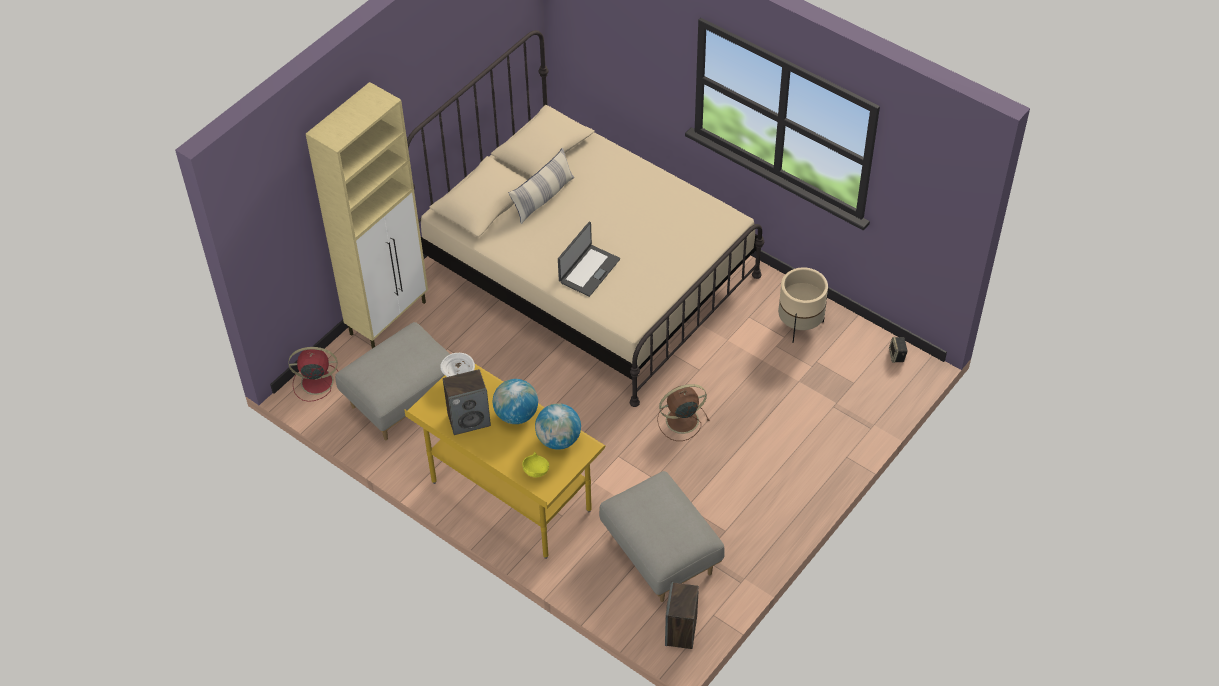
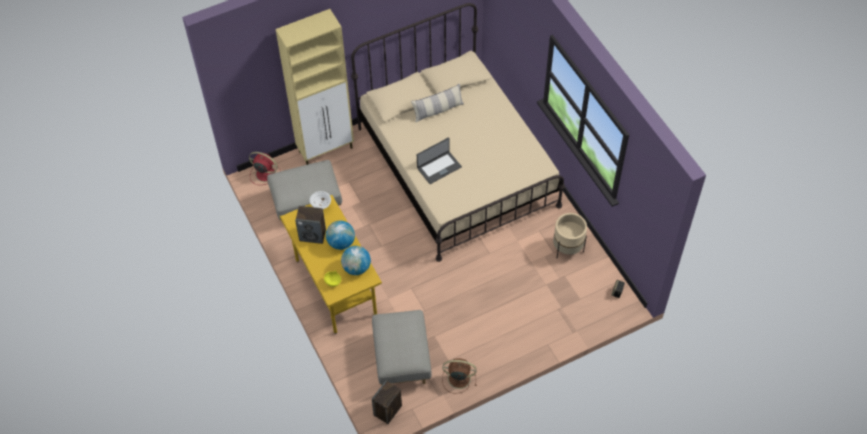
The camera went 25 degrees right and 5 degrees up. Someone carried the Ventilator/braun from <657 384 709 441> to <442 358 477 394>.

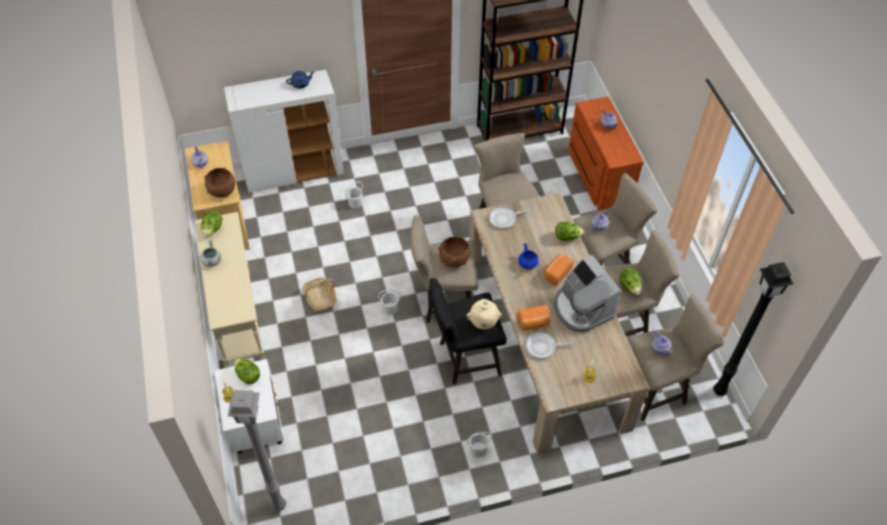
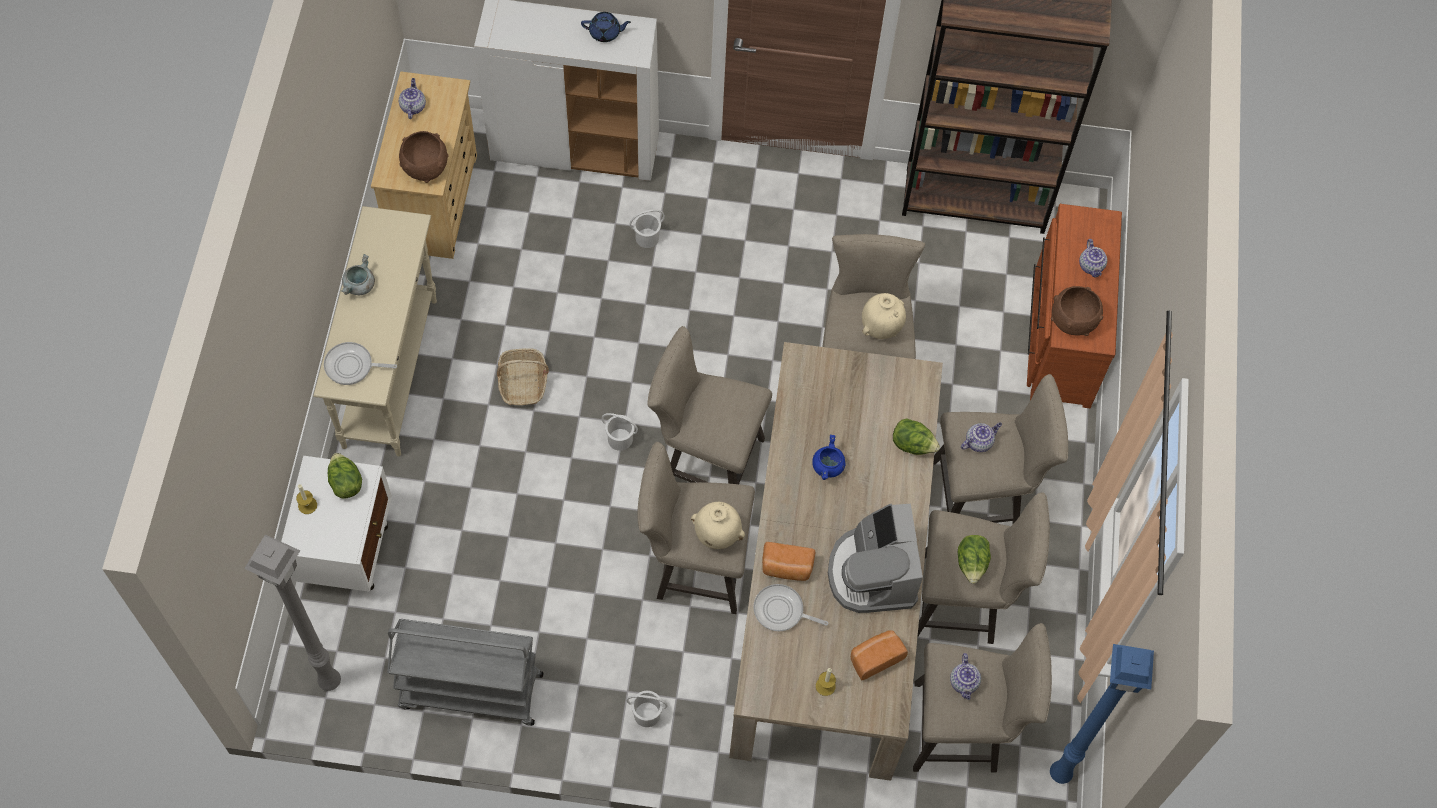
The camera went 20 degrees right and 10 degrees up. Someone took away the Salatkopf at <201 211 223 237>. Someone put down the Rollwagen/grau at <387 619 544 726>. Someone put down the Vase/beige at <862 293 906 339>. Someone carried the Schüssel/braun from <438 236 471 267> to <1051 286 1103 336>. Someone carried the Pfanne from <489 206 530 229> to <324 342 397 385>. Someone carried the Brot from <544 254 574 286> to <851 630 908 681>. Someone repainted the Hocker/schwarz at <429 278 507 384>, which became the Hocker/beige at <637 442 755 614>. Someone repainted the Stehlampe/schwarz at <713 262 794 396>, which became the Stehlampe/blau at <1050 644 1154 784>.

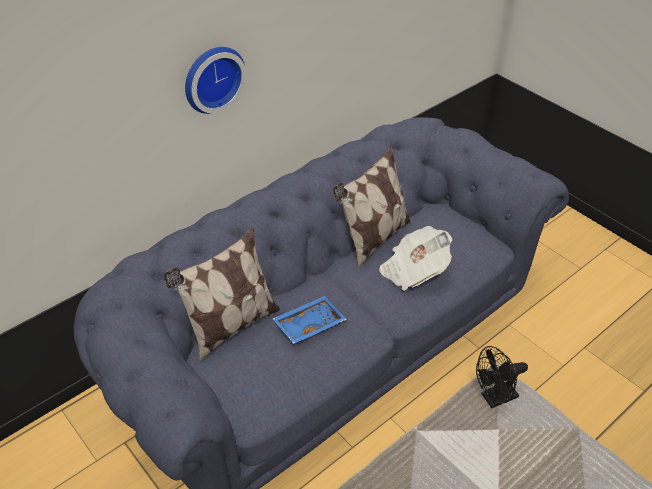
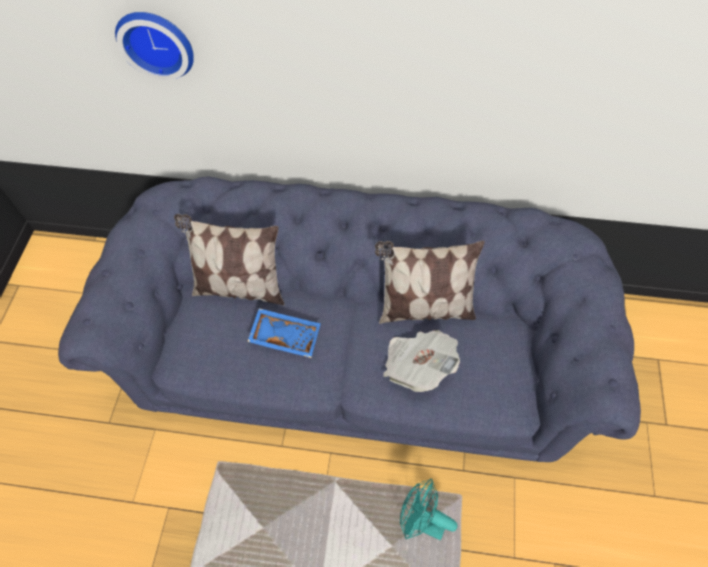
The camera went 50 degrees right and 15 degrees up. Someone carried the Wanduhr from <185 47 246 114> to <115 12 194 80>. Someone repainted the Ventilator/schwarz at <476 346 528 408>, which became the Ventilator/türkis at <400 479 457 540>.

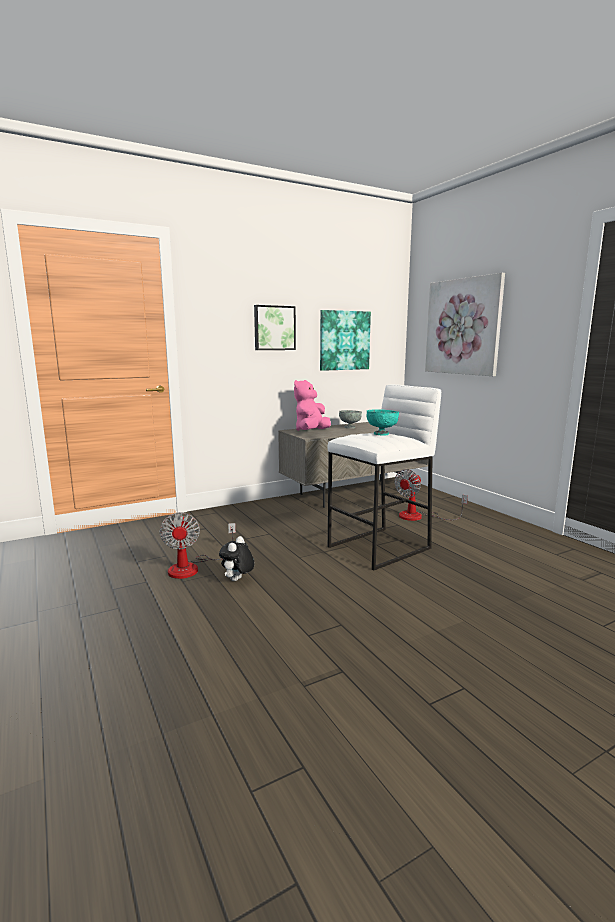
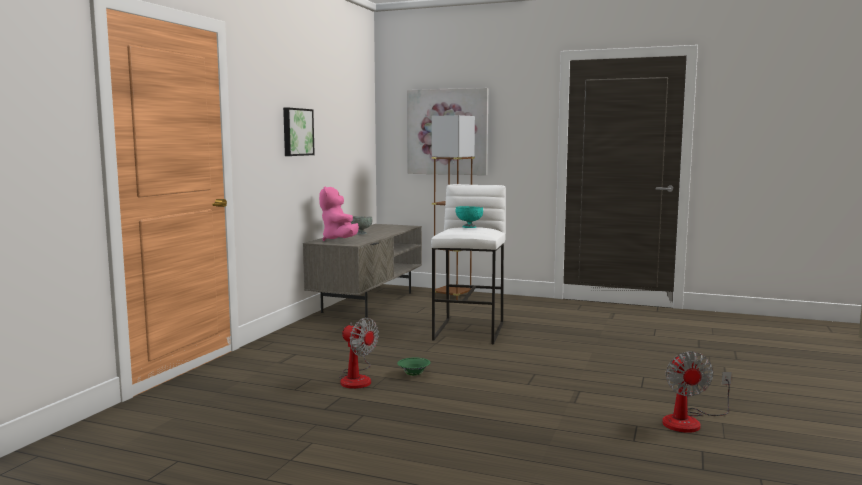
The camera went 40 degrees left and 5 degrees down. Someone took away the Bild at <320 310 371 371>. Someone put down the Stehlampe/braun at <432 115 475 300>. Someone carried the Ventilator from <395 469 468 521> to <662 351 732 433>. Someone swapped the Plüschtier at <219 536 254 581> for the Schüssel/grün at <397 358 431 376>.

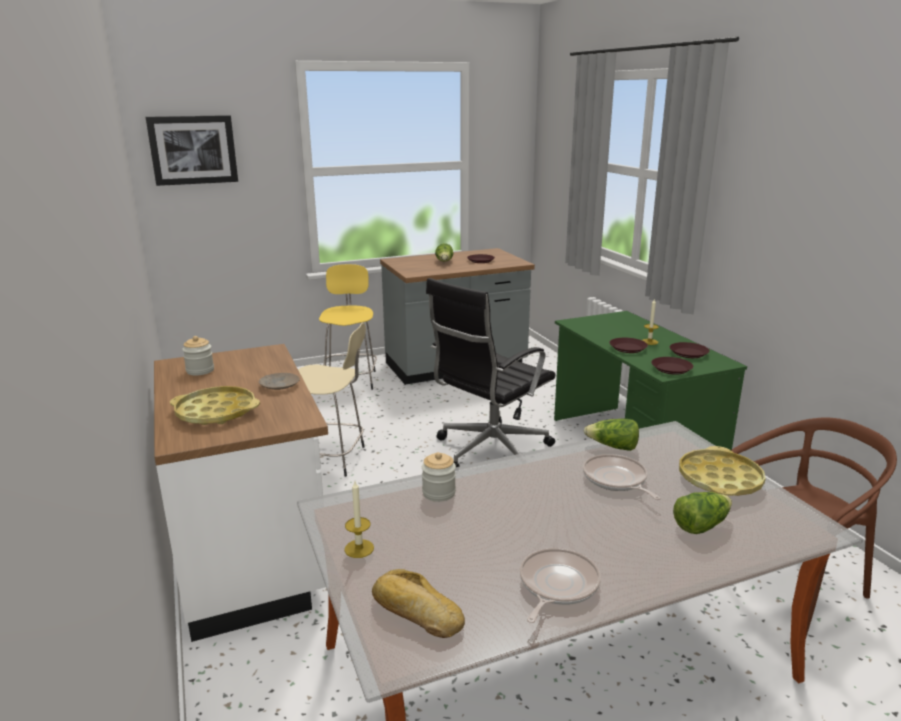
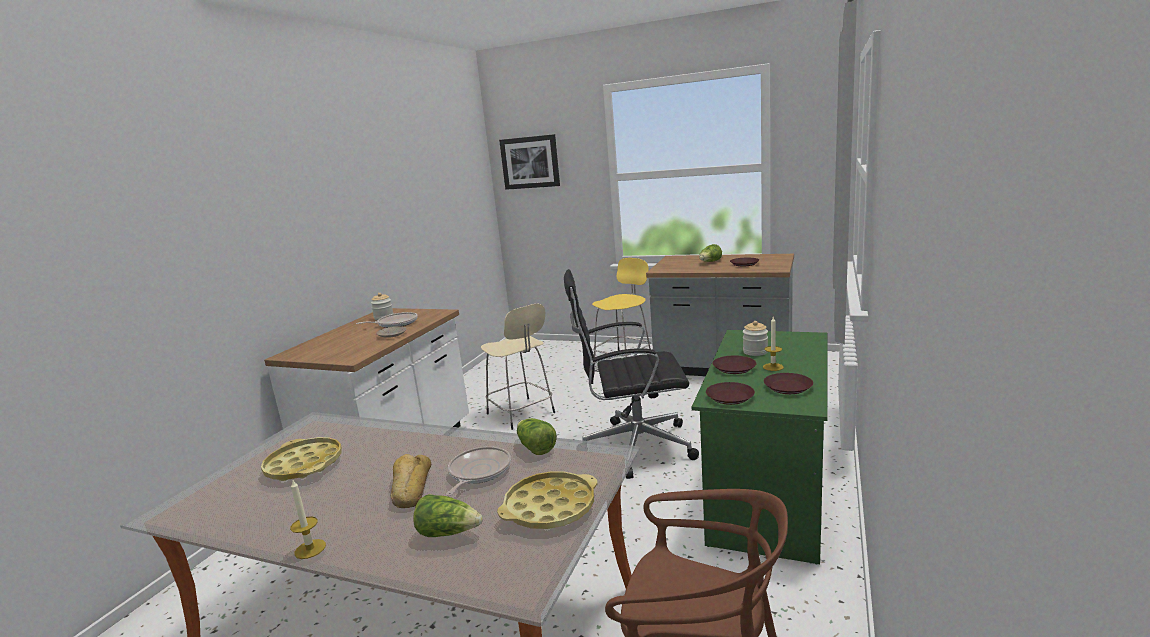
The camera went 45 degrees right and 5 degrees down. Someone carried the Tablett/gelb from <170 386 260 425> to <261 437 342 481>. Someone carried the Kerze from <344 481 374 558> to <290 479 326 559>. Someone carried the Brot from <372 569 465 638> to <391 454 431 508>. Someone carried the Vorratsglas from <422 452 456 502> to <743 321 768 356>. Someone carried the Pfanne from <520 548 601 623> to <356 312 418 328>.

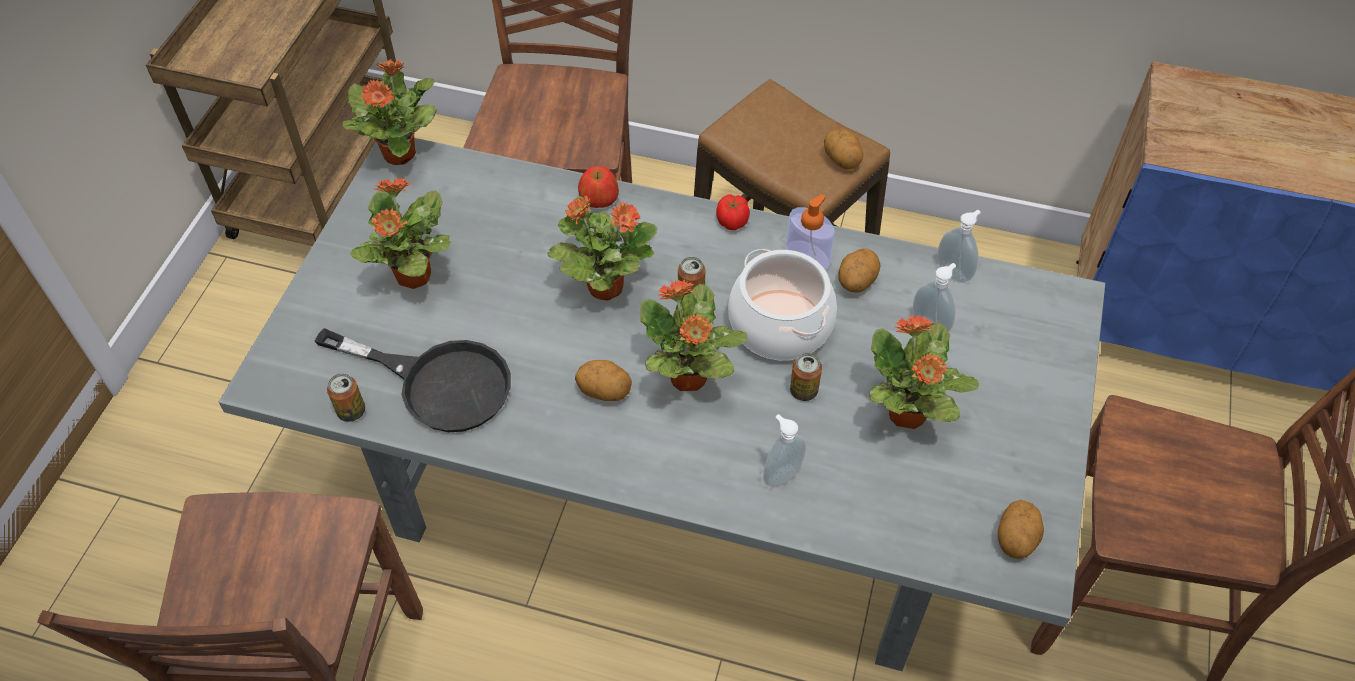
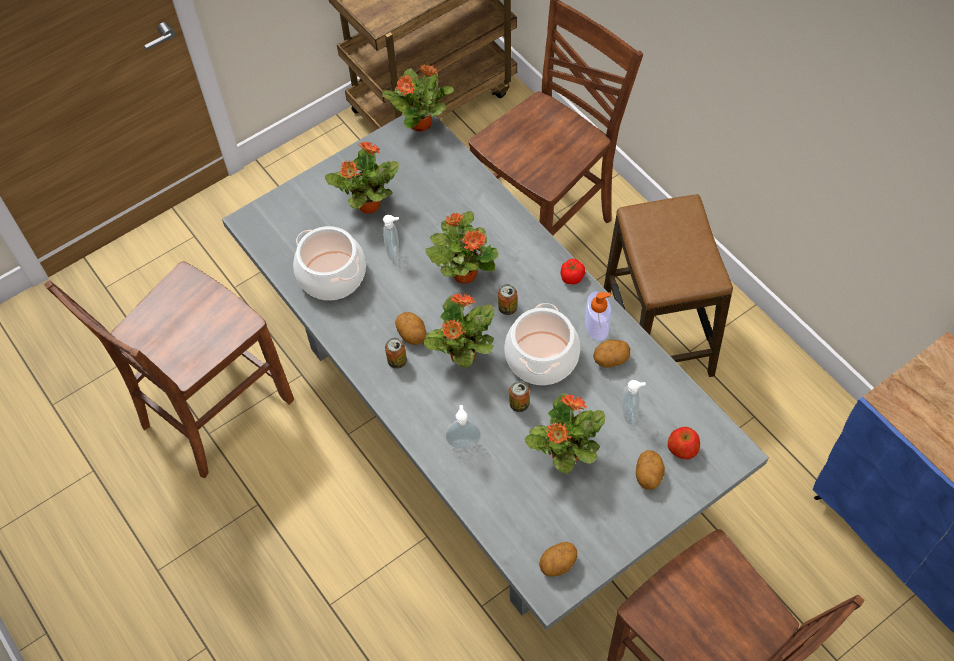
The camera went 40 degrees right and 5 degrees up. Someone carried the Dose from <327 373 365 422> to <385 338 407 369>. Someone carried the Apfel from <578 166 619 208> to <668 427 700 459>. Someone carried the Kartoffel from <824 129 863 170> to <636 450 665 490>. Someone carried the Seifenspender from <938 210 981 283> to <383 215 399 261>. Someone swapped the Pfanne/schwarz at <315 328 511 432> for the Kochtopf at <293 226 366 300>.

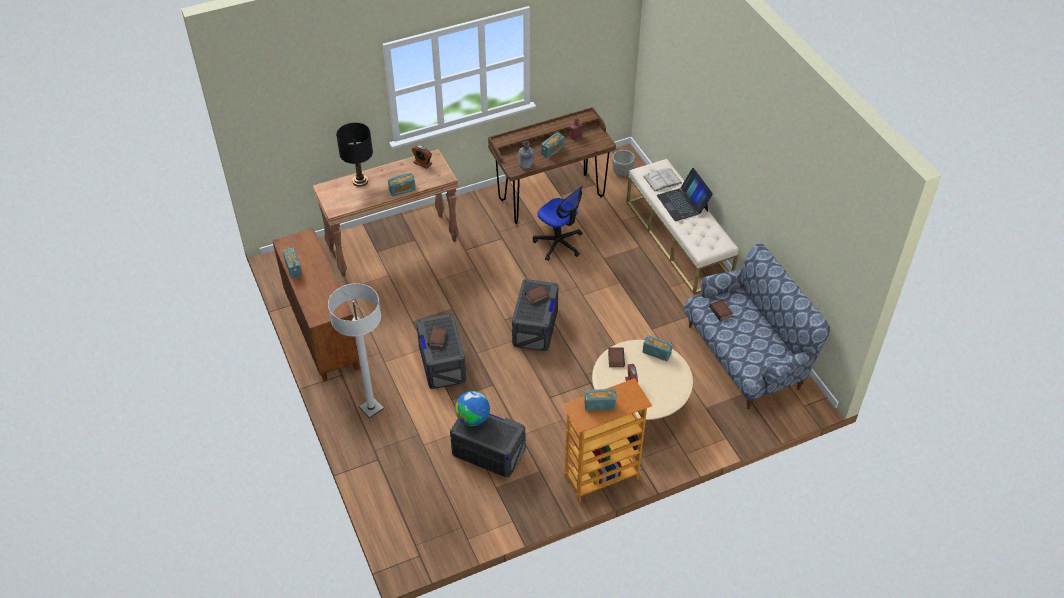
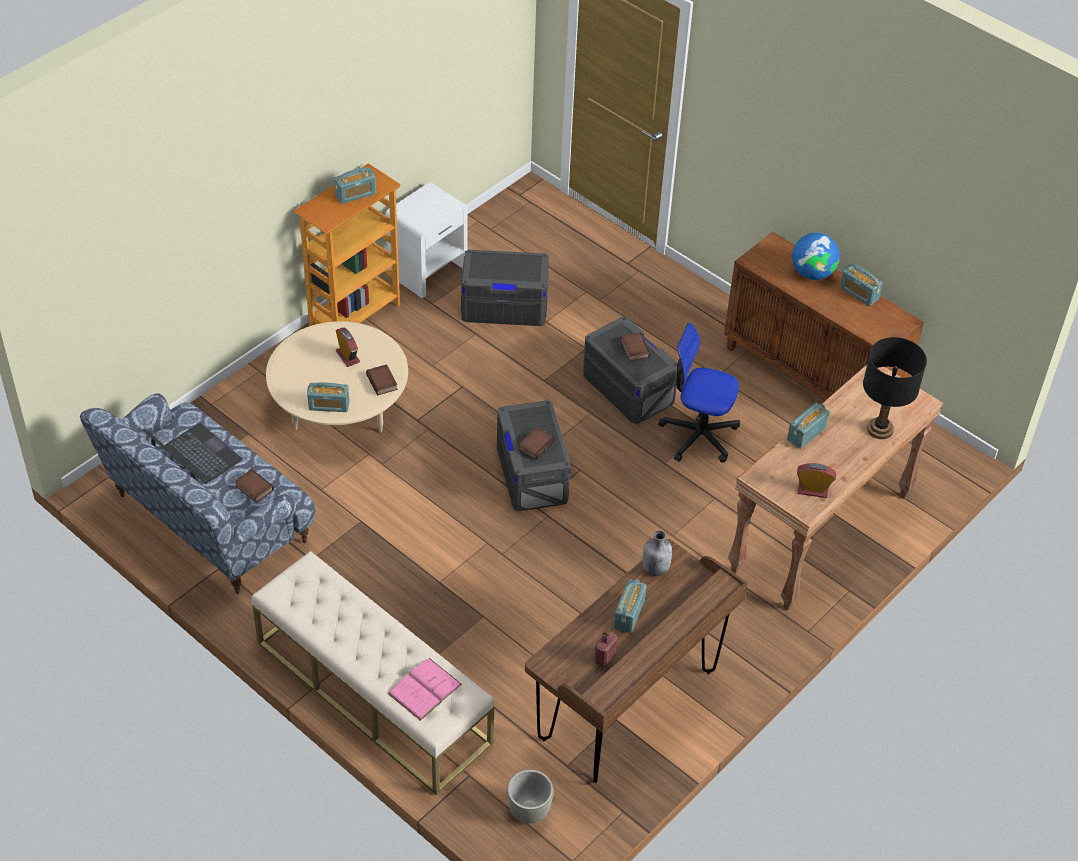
The camera went 155 degrees right and 0 degrees up. Someone took away the Stehlampe/weiß at <328 283 384 418>. Someone put down the Nachttisch/weiß at <385 182 468 298>. Someone carried the Globus from <455 391 490 426> to <792 233 840 280>. Someone carried the Bürostuhl from <533 186 583 261> to <658 323 740 463>. Someone carried the Laptop from <657 168 713 221> to <143 423 243 484>. Someone repainted the Buch/weiß at <643 168 682 191>, which became the Buch/rosa at <388 658 462 721>.

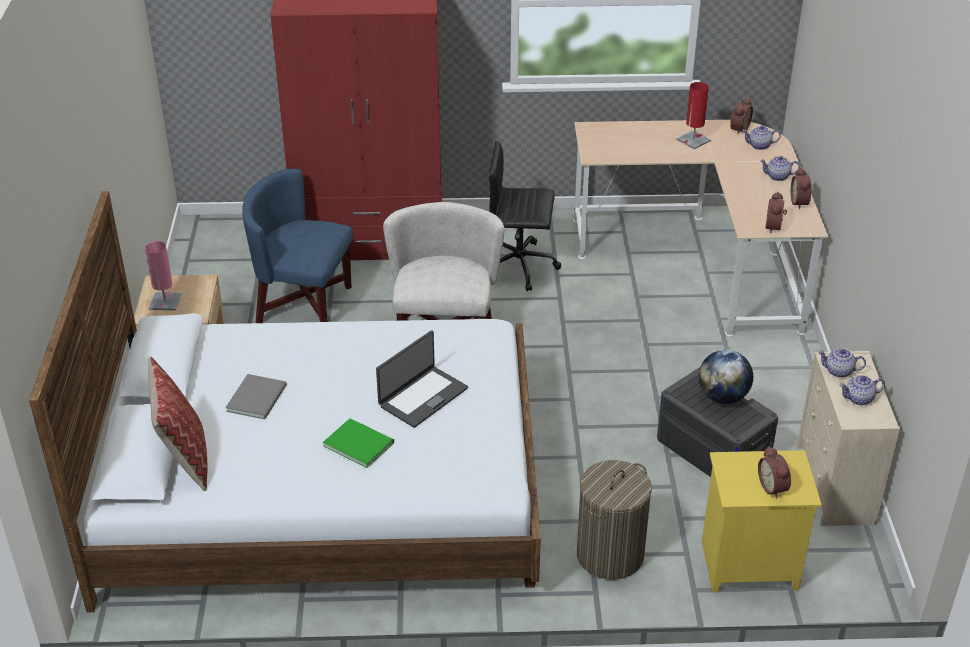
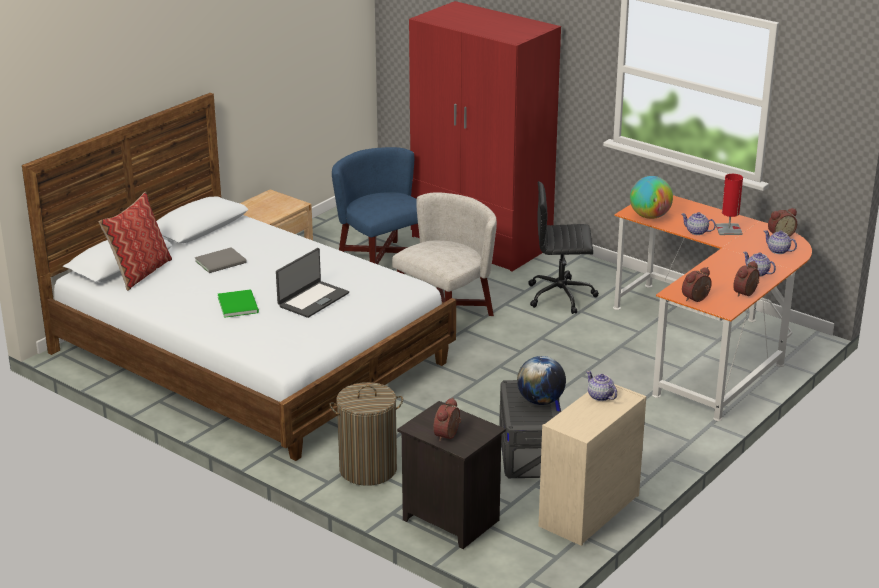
The camera went 40 degrees right and 10 degrees down. Someone took away the Tischlampe/rosa at <145 241 181 310>. Someone put down the Globus at <630 176 673 219>. Someone carried the Teekanne from <839 375 885 405> to <681 212 716 235>. Someone repainted the Schreibtisch/beige at <573 120 828 337>, which became the Schreibtisch/orange at <613 195 812 421>. Someone repainted the Nachttisch/gelb at <702 450 822 592>, which became the Nachttisch/schwarz at <397 401 506 549>. Someone rotated the Laptop at <376 330 468 428> by 45 degrees counterclockwise. Someone rotated the Bürostuhl/schwarz at <488 141 561 291> by 45 degrees counterclockwise.

